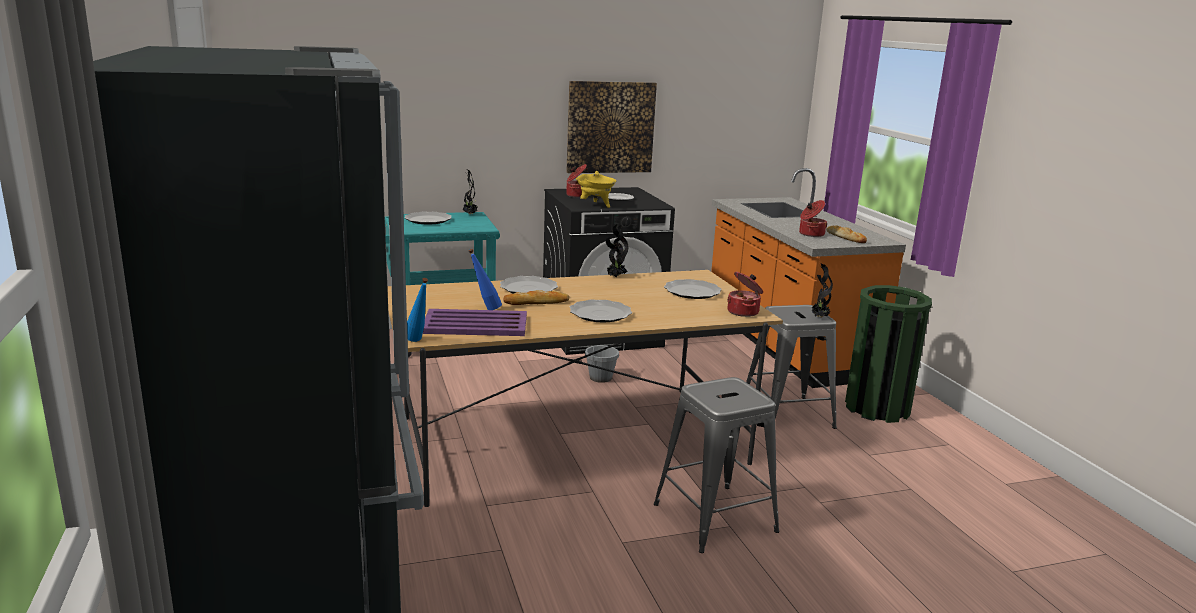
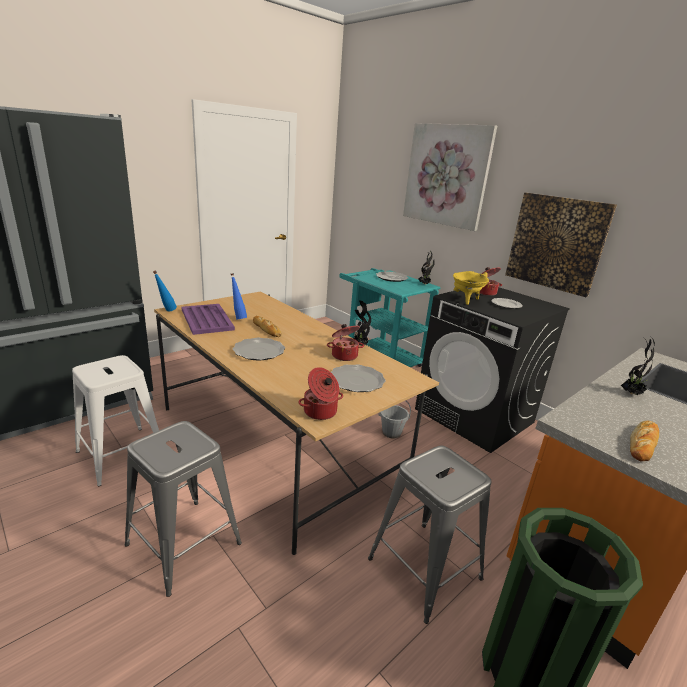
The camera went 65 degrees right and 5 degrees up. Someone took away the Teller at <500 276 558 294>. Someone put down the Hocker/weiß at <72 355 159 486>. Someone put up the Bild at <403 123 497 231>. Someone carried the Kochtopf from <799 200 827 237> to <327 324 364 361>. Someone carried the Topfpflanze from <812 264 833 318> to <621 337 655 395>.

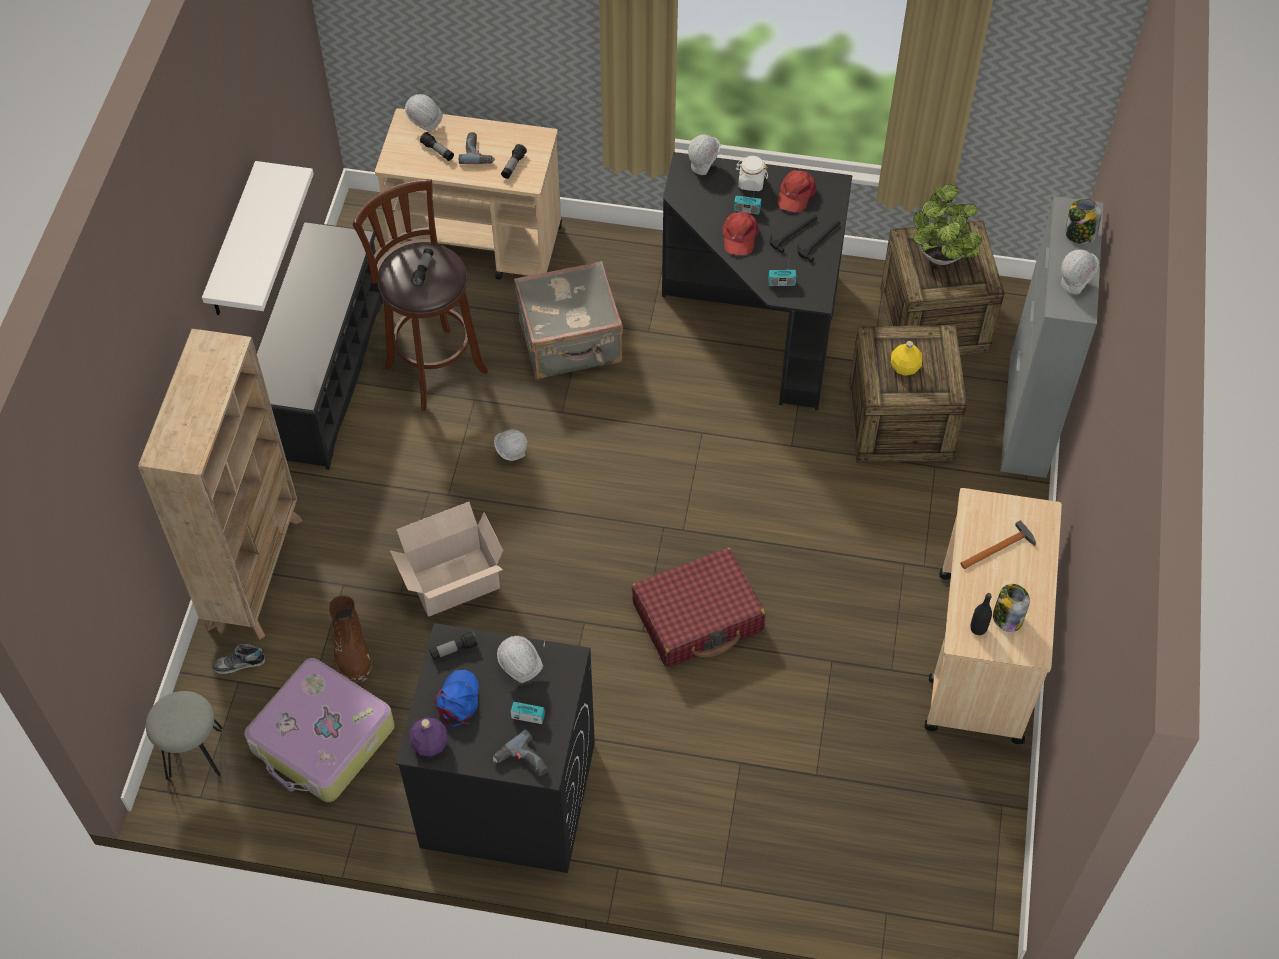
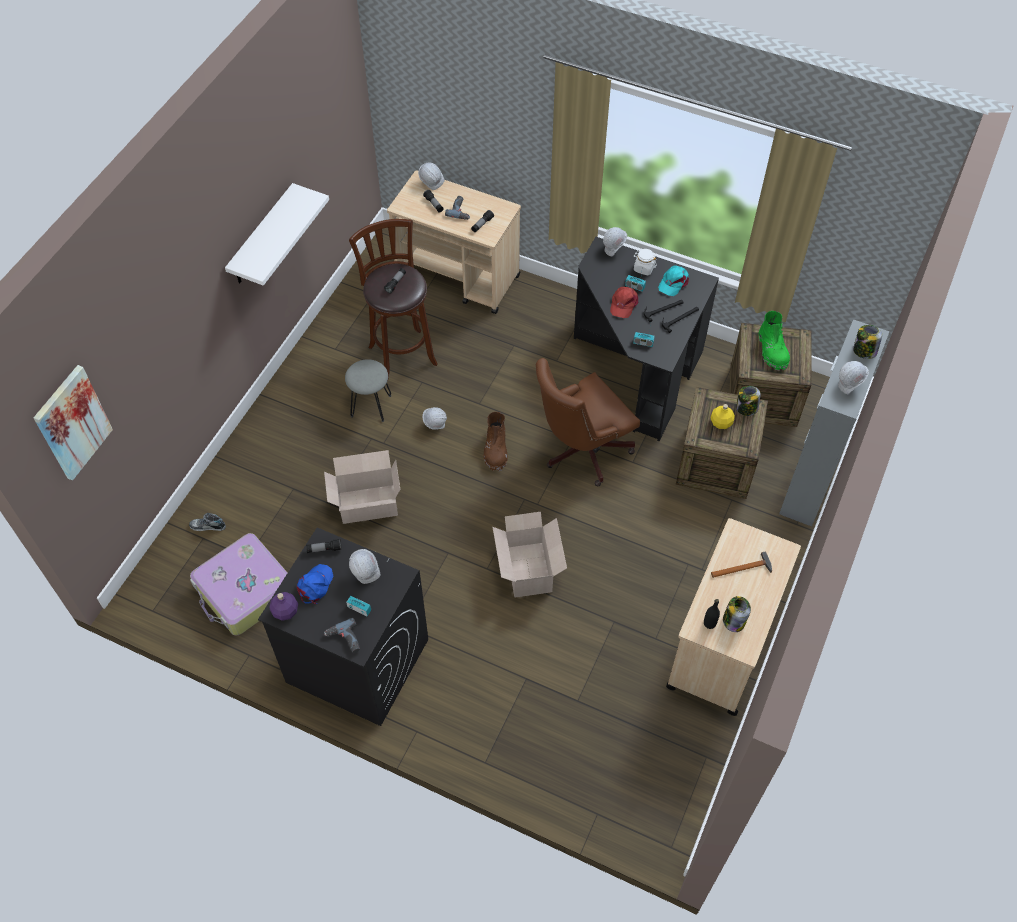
The camera went 15 degrees right and 0 degrees up. Someone took away the Bücherregal/beige at <138 328 303 640>. Someone took away the Schuhregal/schwarz at <256 221 384 470>. Someone took away the Koffer/grau at <514 261 623 379>. Someone put up the Bild at <34 365 113 480>. Someone put down the Bürostuhl/braun at <536 358 640 486>. Someone put down the Vorratsglas at <736 386 761 416>. Someone carried the Hocker/grau from <146 691 223 782> to <345 359 391 422>. Someone carried the Stiefel/braun from <329 596 372 683> to <483 412 508 471>. Someone swapped the Koffer/rot at <632 548 766 667> for the Karton at <493 512 567 597>. Someone swapped the Topfpflanze at <913 184 982 265> for the Stiefel/grün at <759 311 790 371>. Someone repainted the Kappe/rot at <778 170 816 213>, which became the Kappe/türkis at <658 265 689 296>.

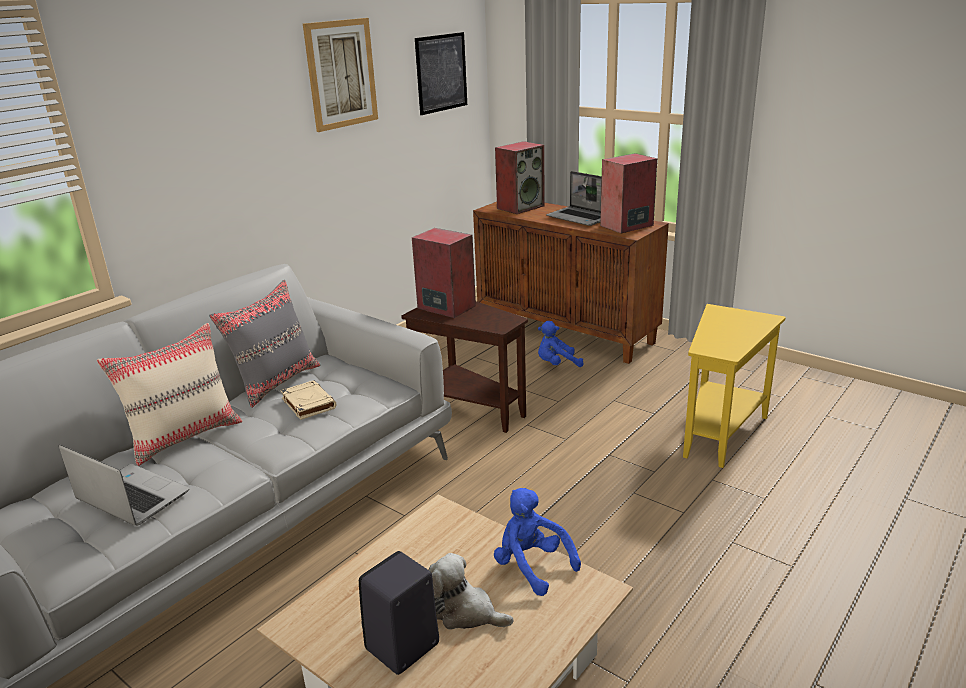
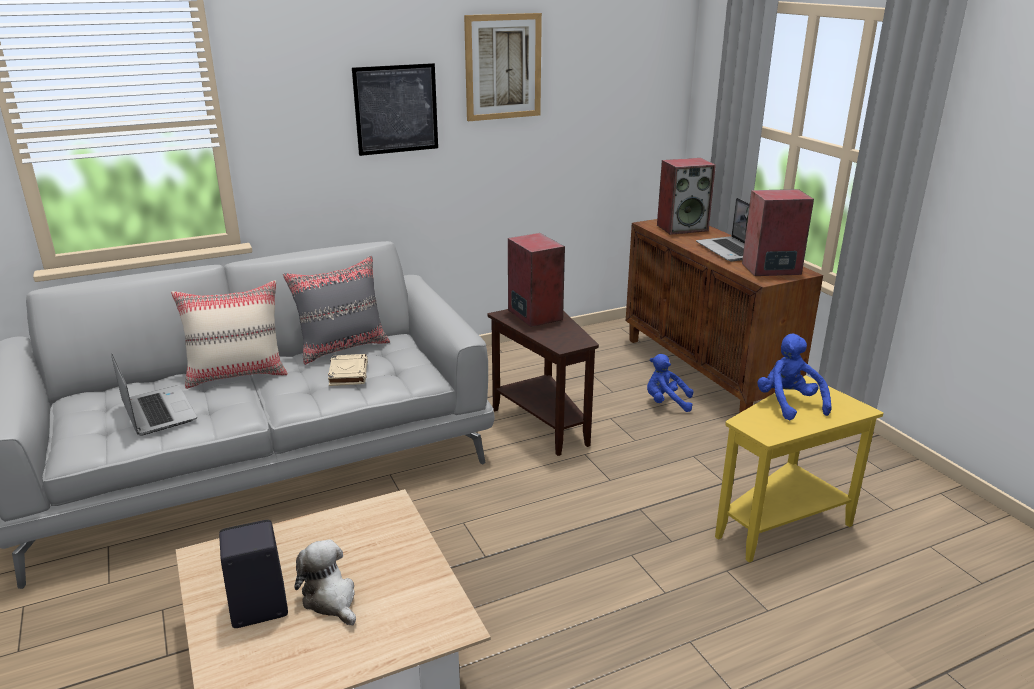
The camera went 25 degrees right and 0 degrees up. Someone carried the Bild from <415 32 467 115> to <352 63 438 156>. Someone carried the Plüschtier/blau from <494 488 581 596> to <757 333 832 420>.

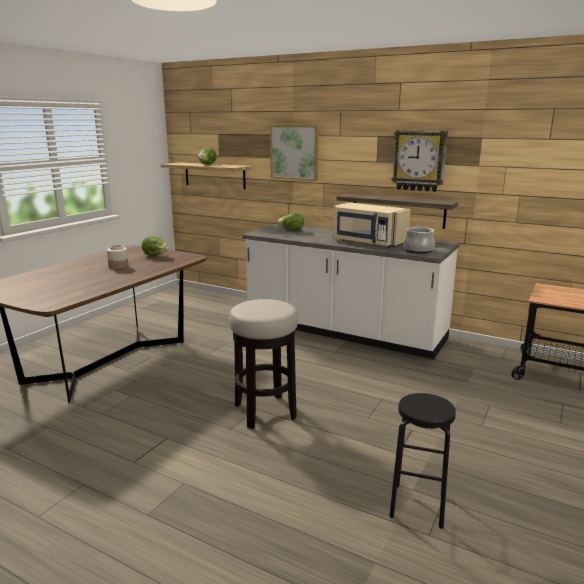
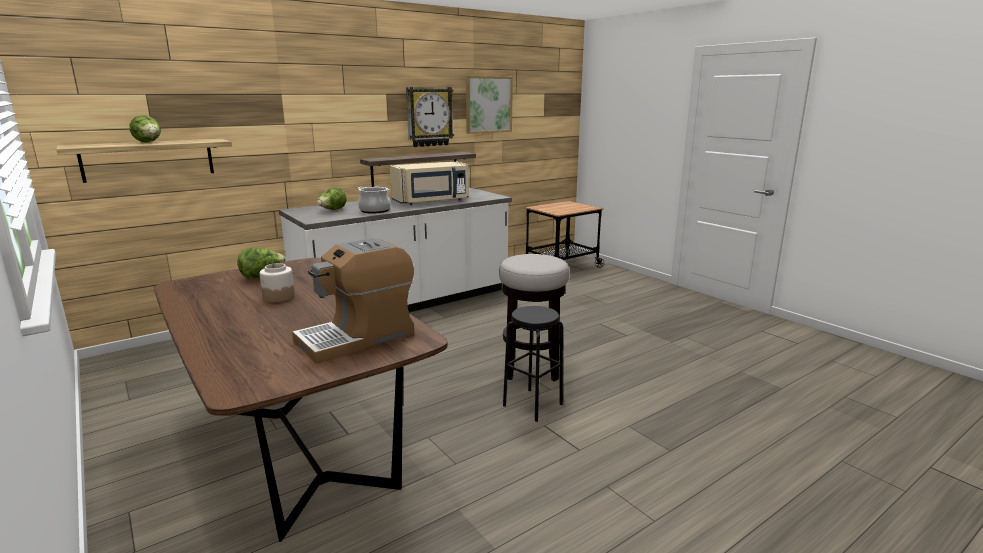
The camera went 65 degrees left and 0 degrees up. Someone put down the Kaffeemaschine at <292 238 414 364>. Someone carried the Bild from <270 125 319 181> to <466 76 513 134>. Someone carried the Hocker/schwarz from <389 393 456 529> to <503 306 563 422>. Someone carried the Kochtopf from <403 226 435 253> to <358 187 391 214>.

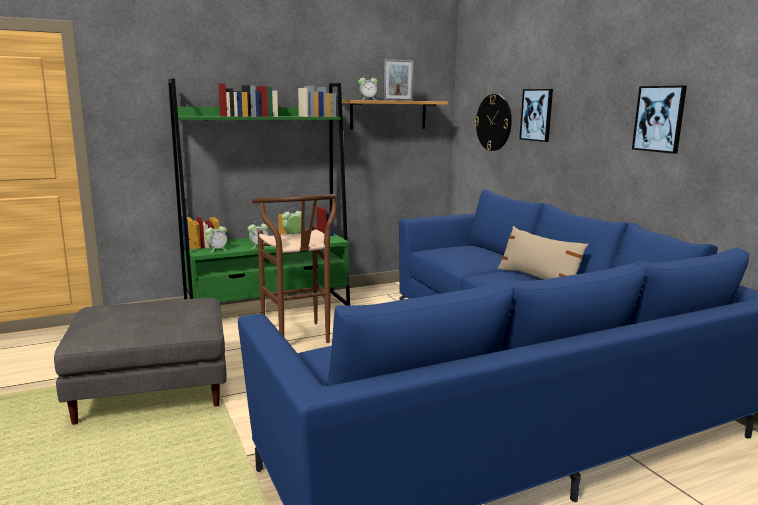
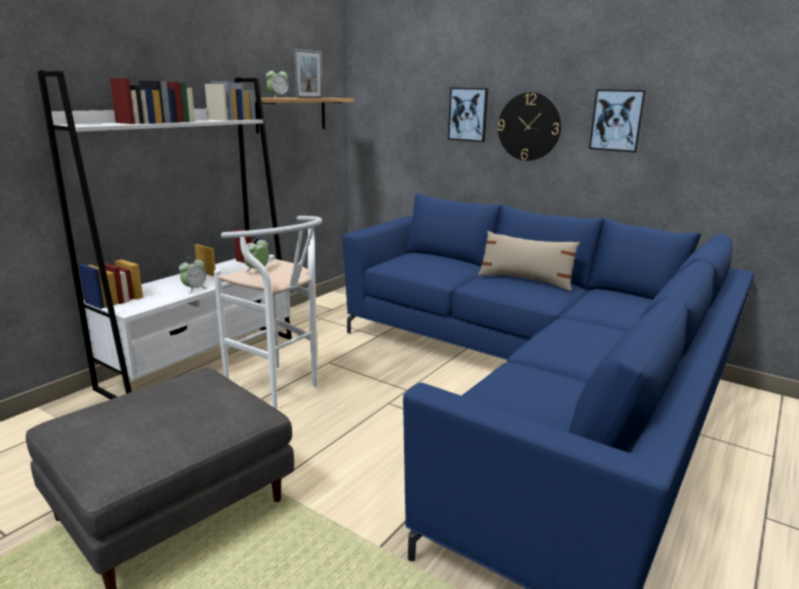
The camera went 30 degrees left and 5 degrees up. Someone took away the Wecker at <205 223 227 252>. Someone carried the Wanduhr from <475 94 512 151> to <498 92 561 161>. Someone repainted the Bücherregal/grün at <168 79 350 305>, which became the Bücherregal/weiß at <37 71 292 399>. Someone repainted the Hocker/braun at <252 194 337 343>, which became the Hocker/weiß at <214 216 322 409>.

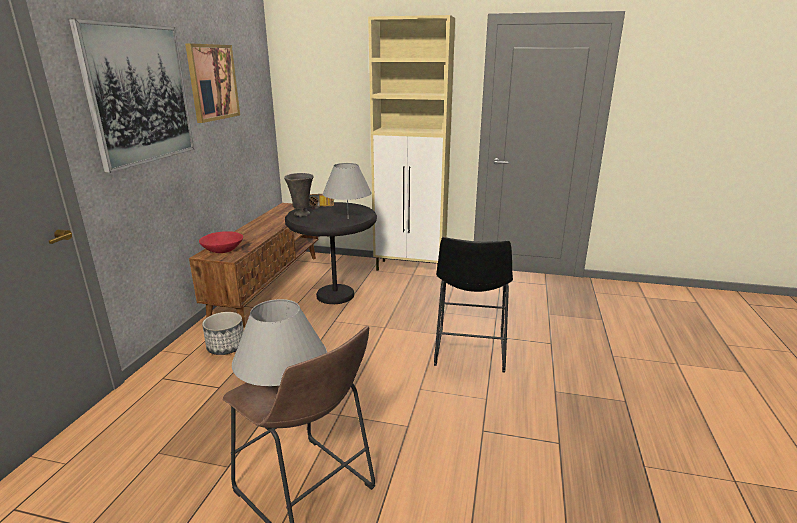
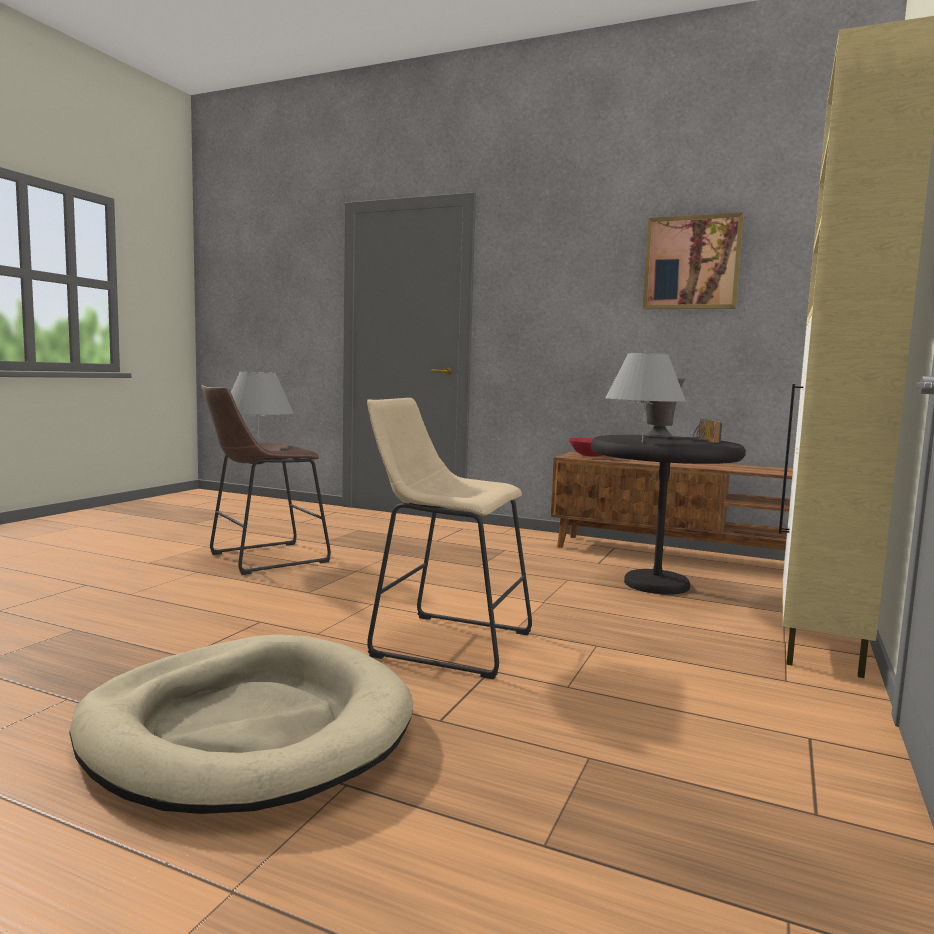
The camera went 100 degrees right and 15 degrees down. Someone took away the Bild at <69 19 194 173>. Someone took away the Pflanzkübel at <202 312 244 355>. Someone put down the Hundebett/beige at <69 634 413 814>. Someone repainted the Hocker/schwarz at <434 237 513 372>, which became the Hocker/beige at <367 398 532 679>.

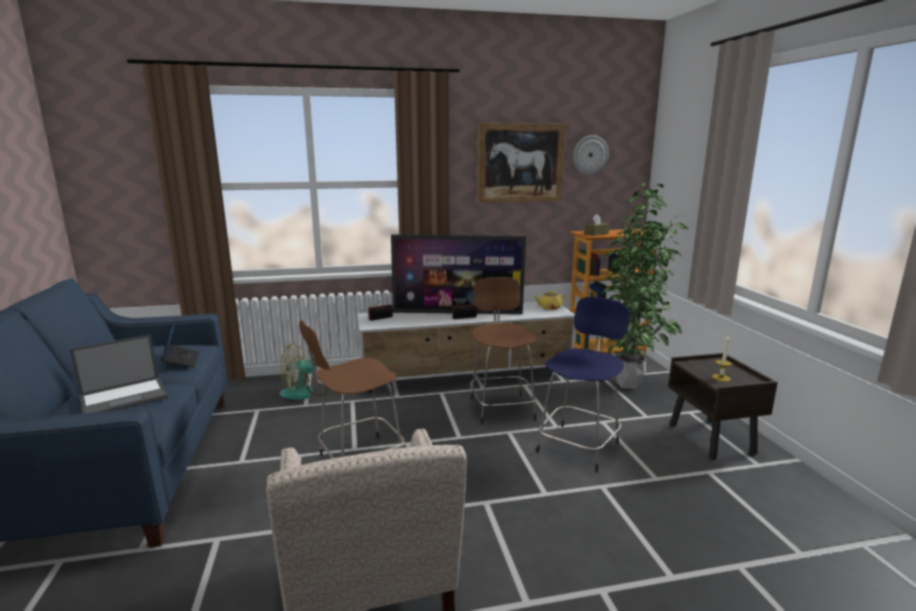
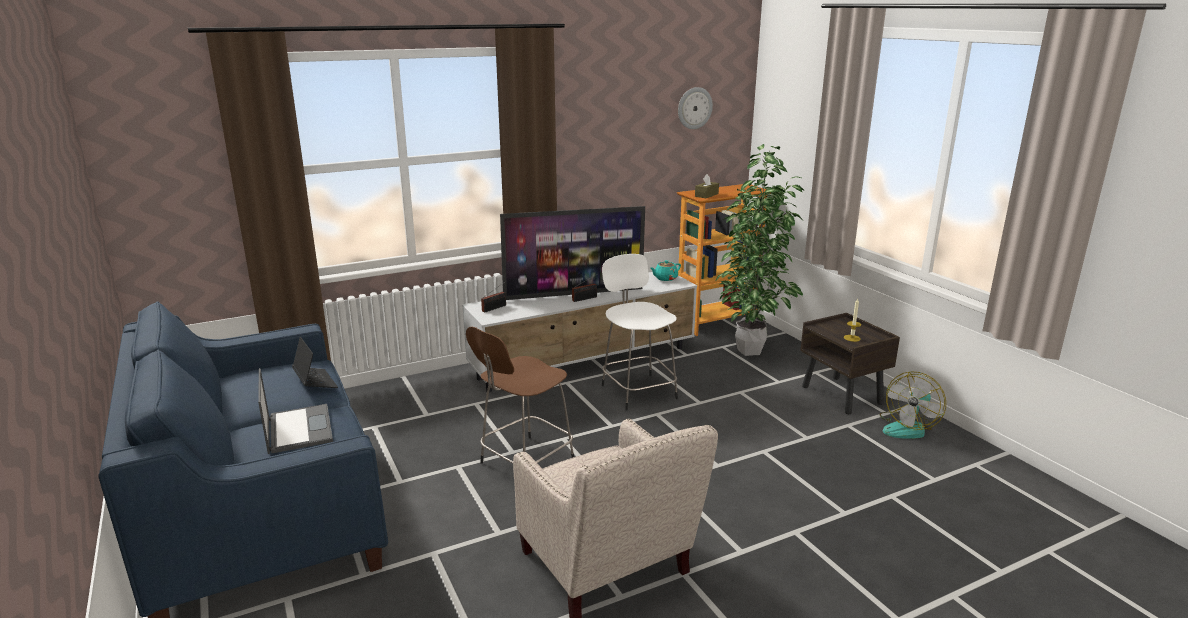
The camera went 15 degrees left and 5 degrees up. Someone took away the Bild at <477 123 566 203>. Someone took away the Hocker/blau at <536 297 630 473>. Someone carried the Ventilator from <280 343 330 400> to <880 371 946 439>. Someone repainted the Hocker/braun at <470 277 537 425>, which became the Hocker/weiß at <602 254 678 411>. Someone repainted the Teekanne/gelb at <534 291 566 310>, which became the Teekanne/türkis at <651 260 681 281>. Someone rotated the Laptop at <70 334 168 414> by 60 degrees counterclockwise.

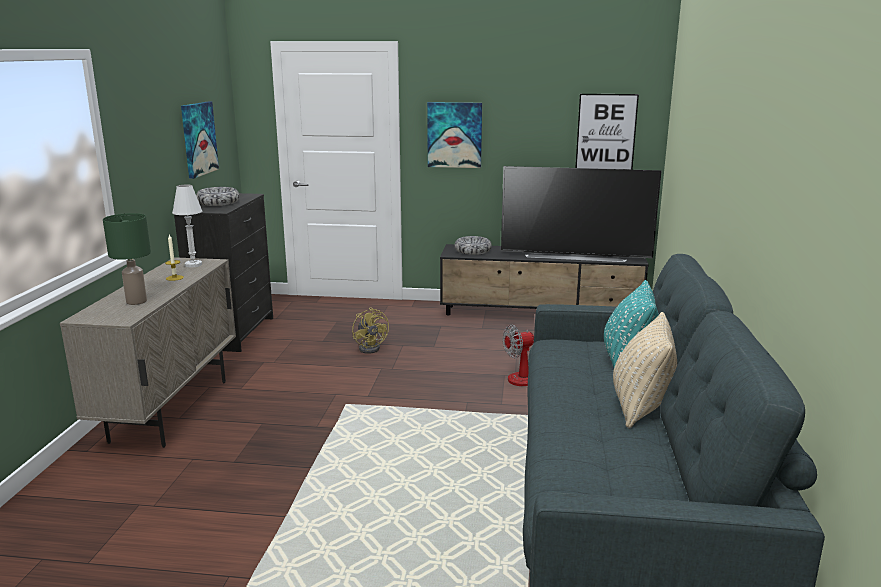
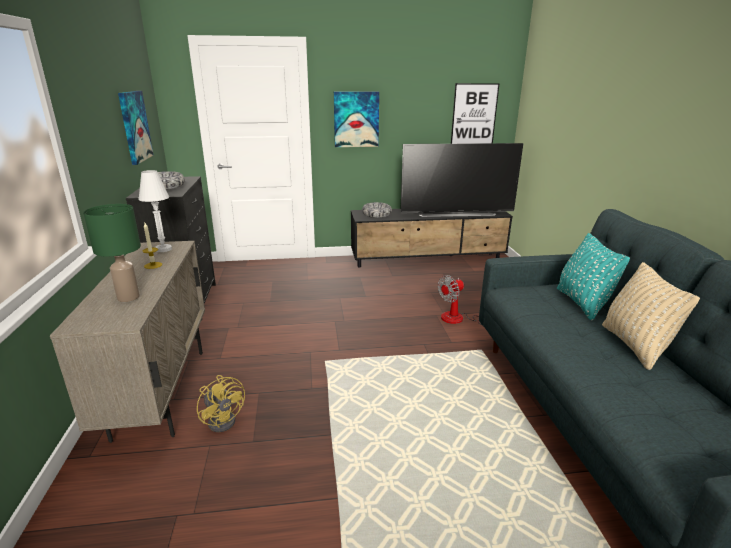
The camera went 15 degrees left and 5 degrees up. Someone carried the Ventilator/gelb from <352 307 389 354> to <197 375 245 432>.

